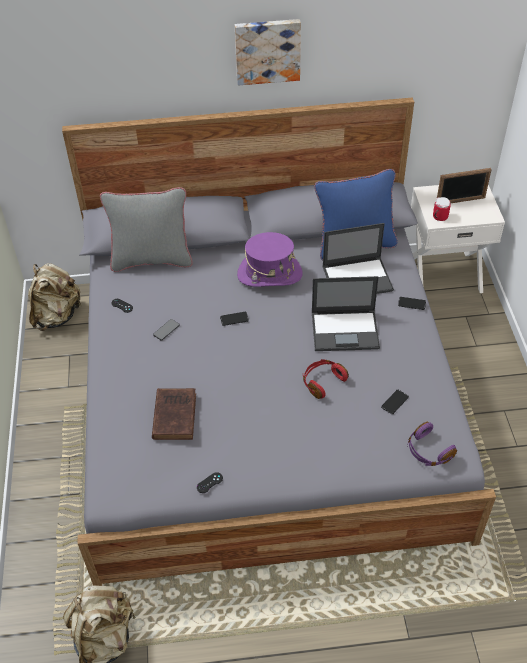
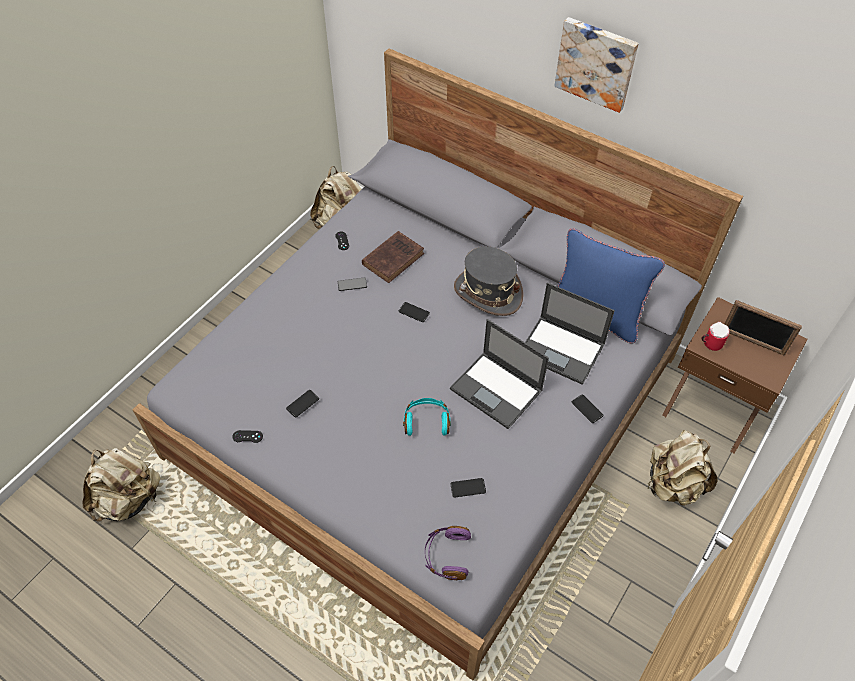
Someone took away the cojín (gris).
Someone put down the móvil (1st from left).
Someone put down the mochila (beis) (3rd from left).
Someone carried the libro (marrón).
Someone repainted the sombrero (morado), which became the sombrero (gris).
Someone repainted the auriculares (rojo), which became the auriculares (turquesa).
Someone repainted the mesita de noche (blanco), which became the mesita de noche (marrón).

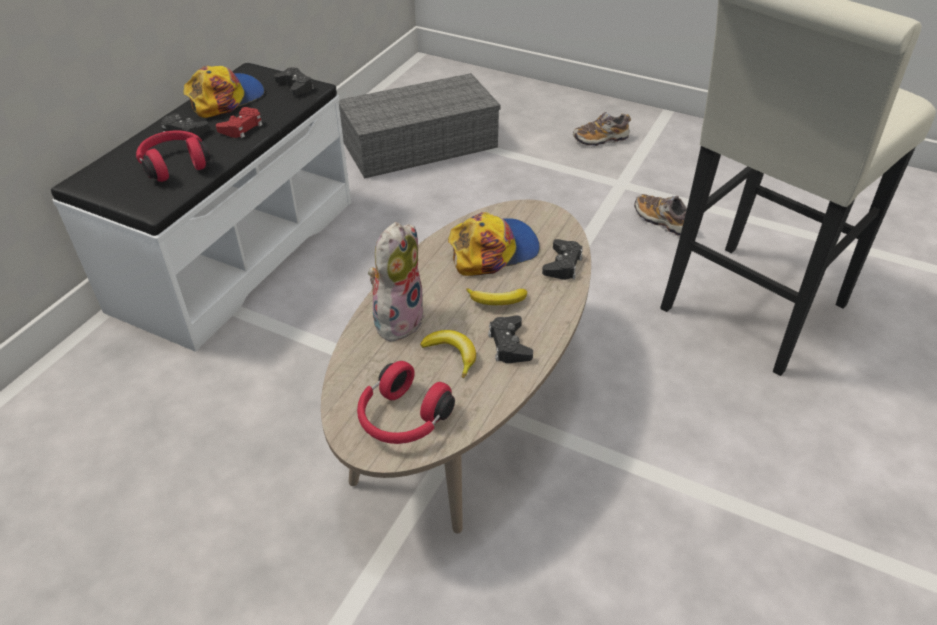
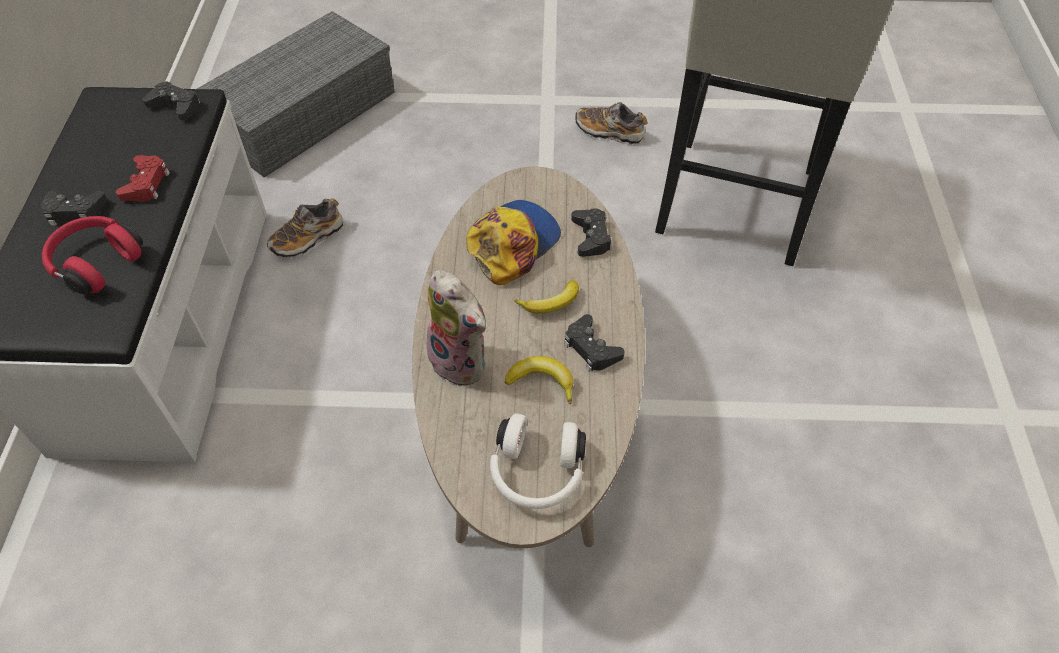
Someone took away the gorra (1st from left).
Someone carried the zapato (1st from left).
Someone repainted the auriculares (rojo) (2nd from left), which became the auriculares (blanco).
Someone rotated the peluche by 135 degrees clockwise.

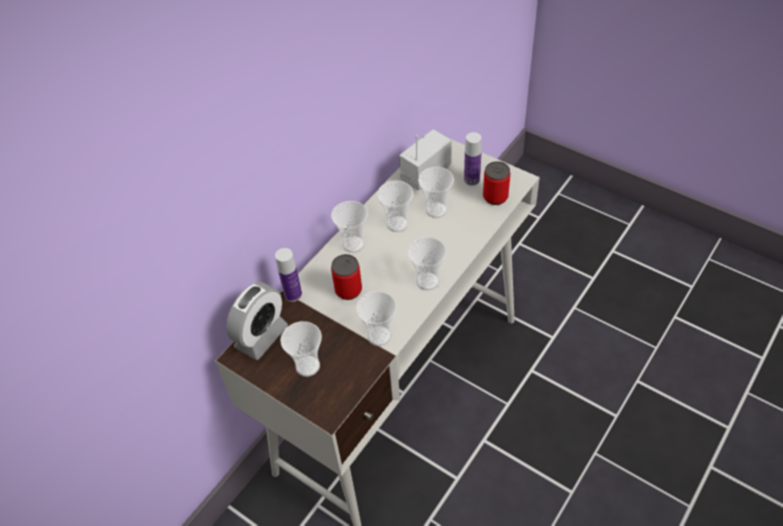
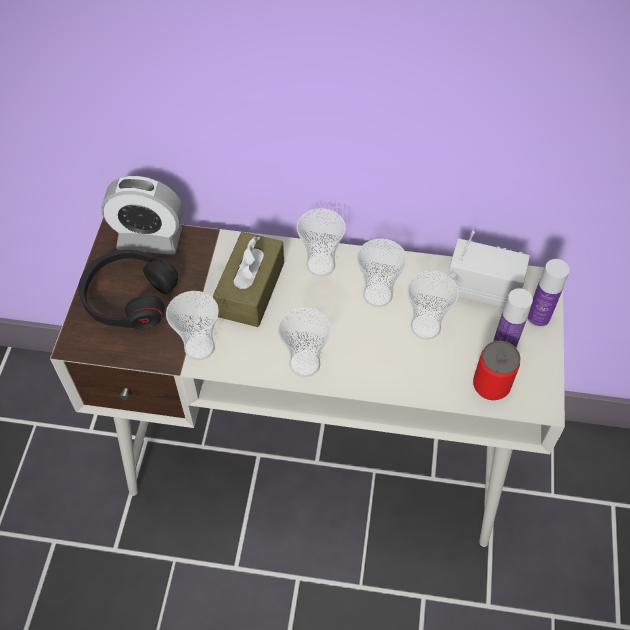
Someone carried the botella (1st from left in the first image).
Someone swapped the taza (1st from left) for the auriculares (negro).
Someone swapped the lata (1st from left) for the caja de pañuelos (marrón).

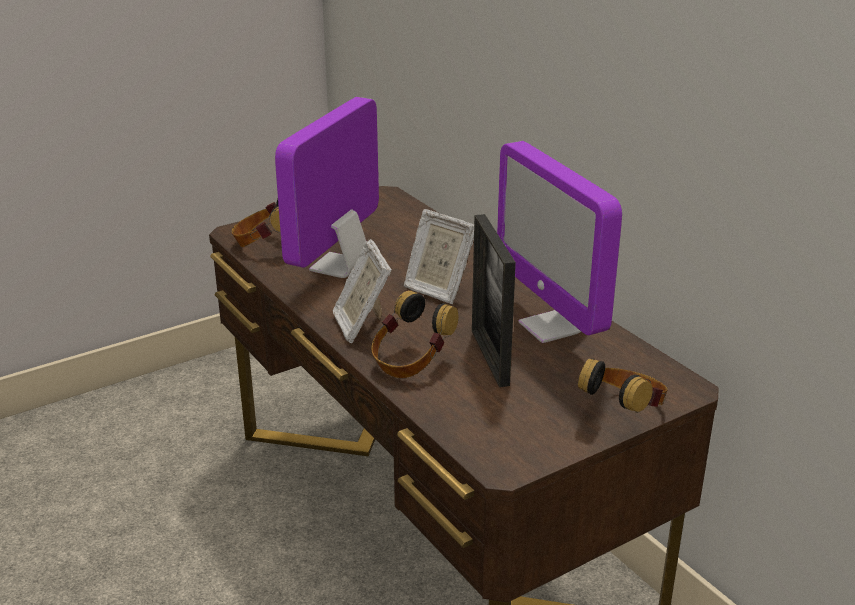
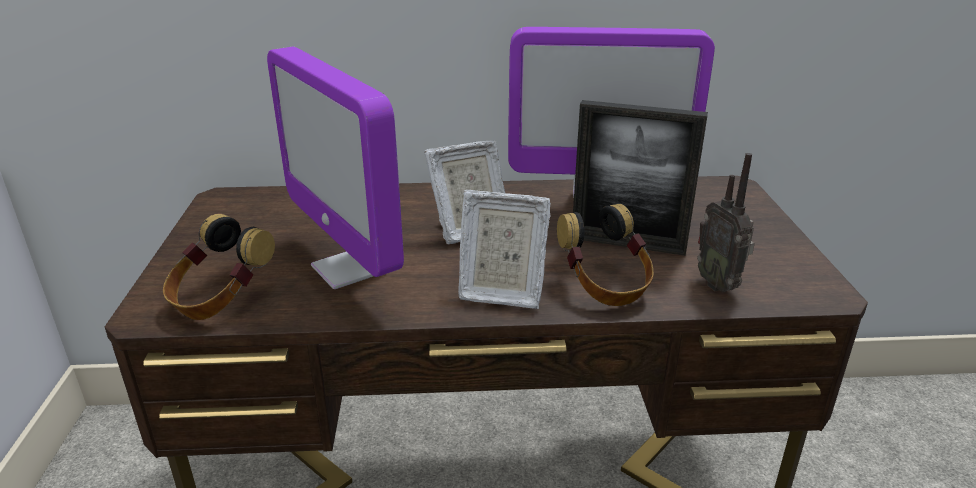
Someone took away the auriculares (3rd from left).
Someone put down the radio.

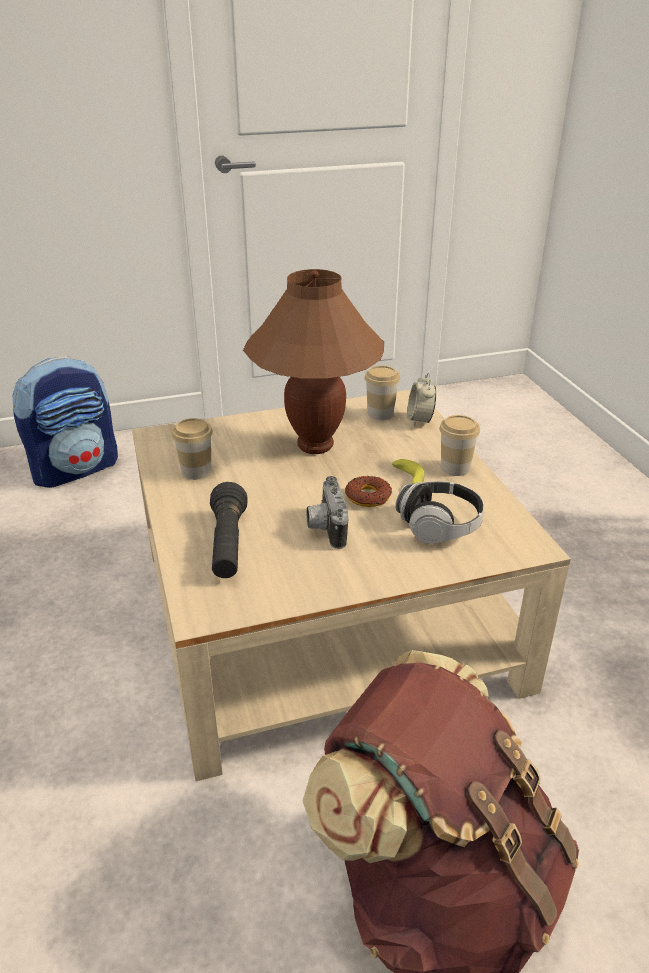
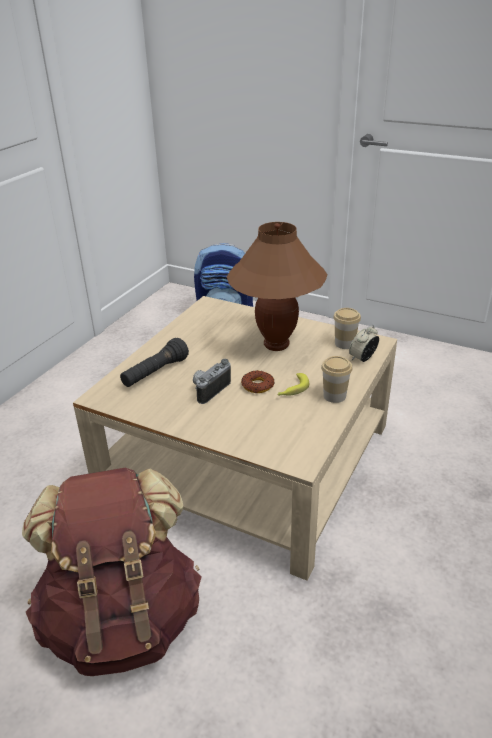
Someone took away the taza (1st from left).
Someone took away the auriculares.

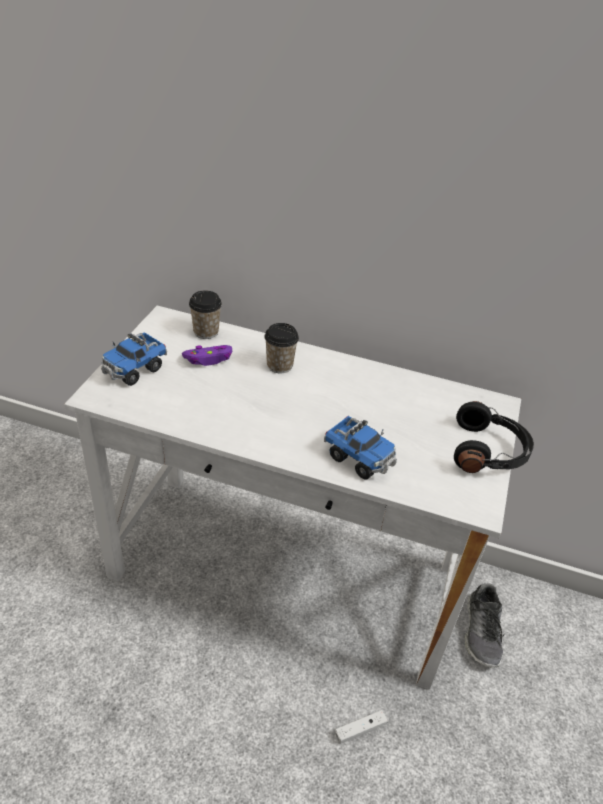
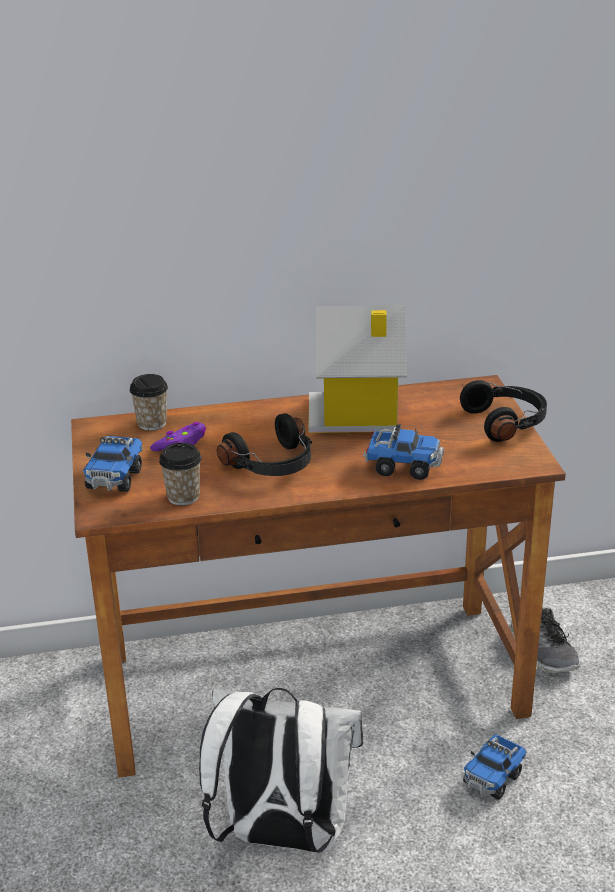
Someone put down the mochila (blanco).
Someone put down the auriculares (negro) (1st from left).
Someone put down the casita.
Someone carried the taza (2nd from left).
Someone swapped the mando de consola (blanco) for the camión de juguete (3rd from left).
Someone repainted the escritorio (blanco), which became the escritorio (marrón).

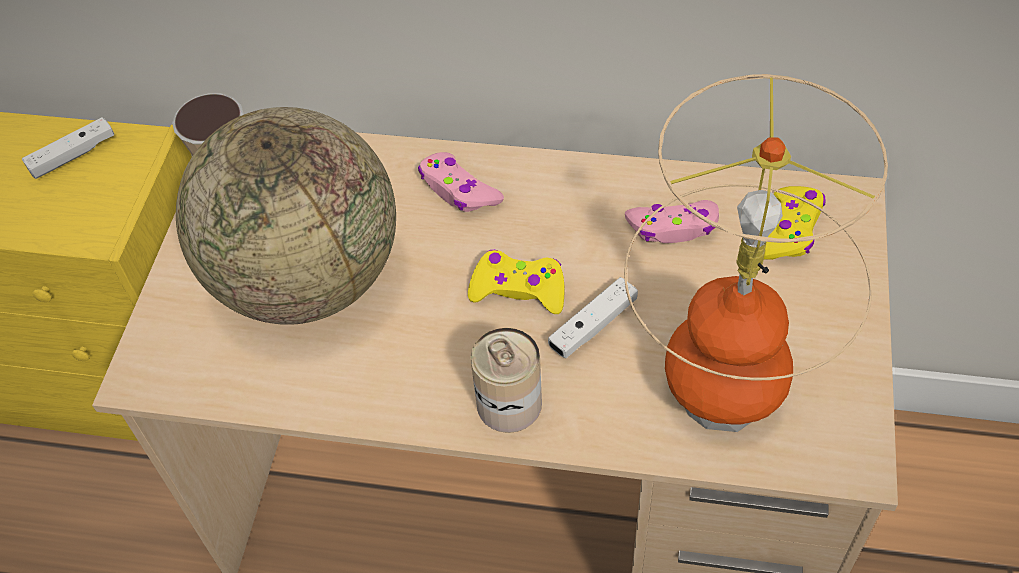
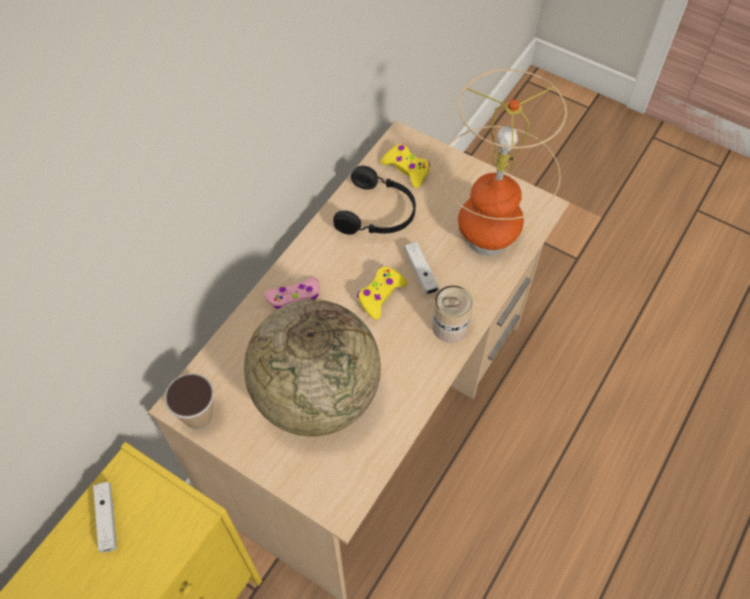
Someone swapped the mando de consola (rosa) (2nd from left) for the auriculares (negro).

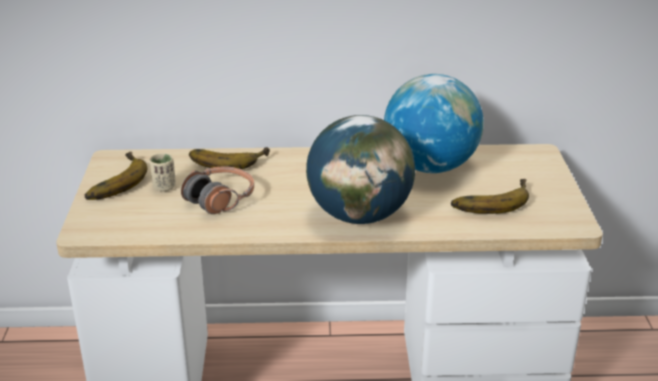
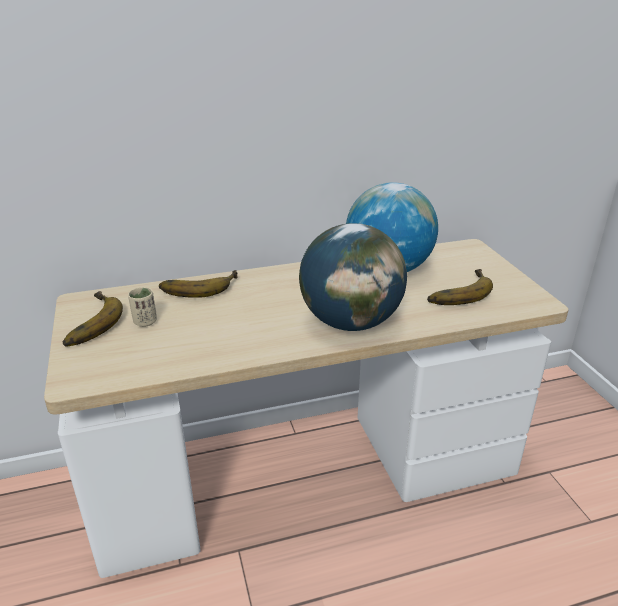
Someone took away the auriculares.

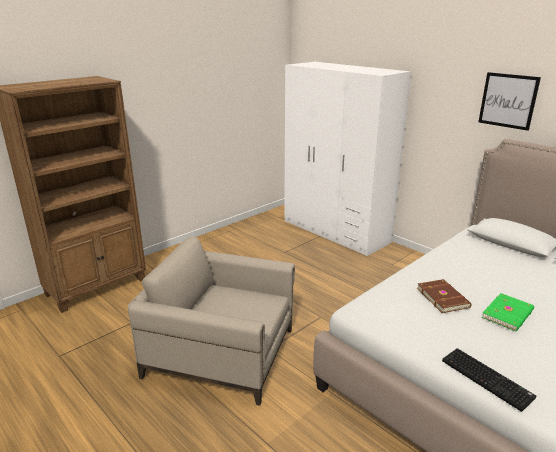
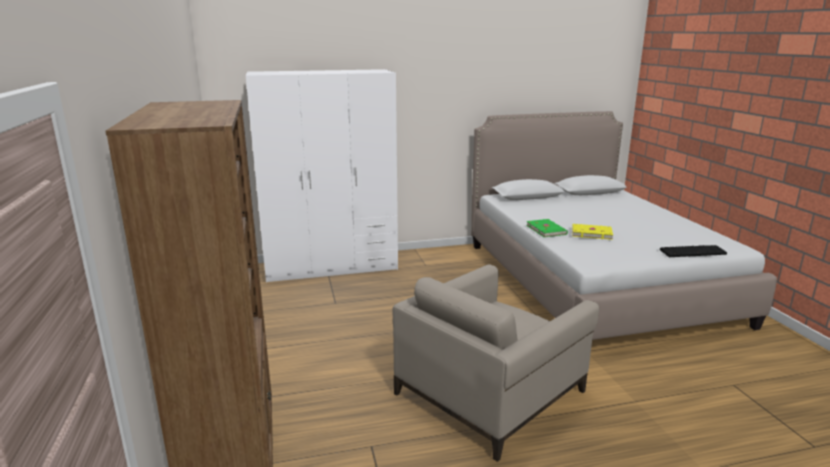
Someone took away the cuadro.
Someone carried the libro (verde).
Someone repainted the libro (marrón), which became the libro (amarillo).

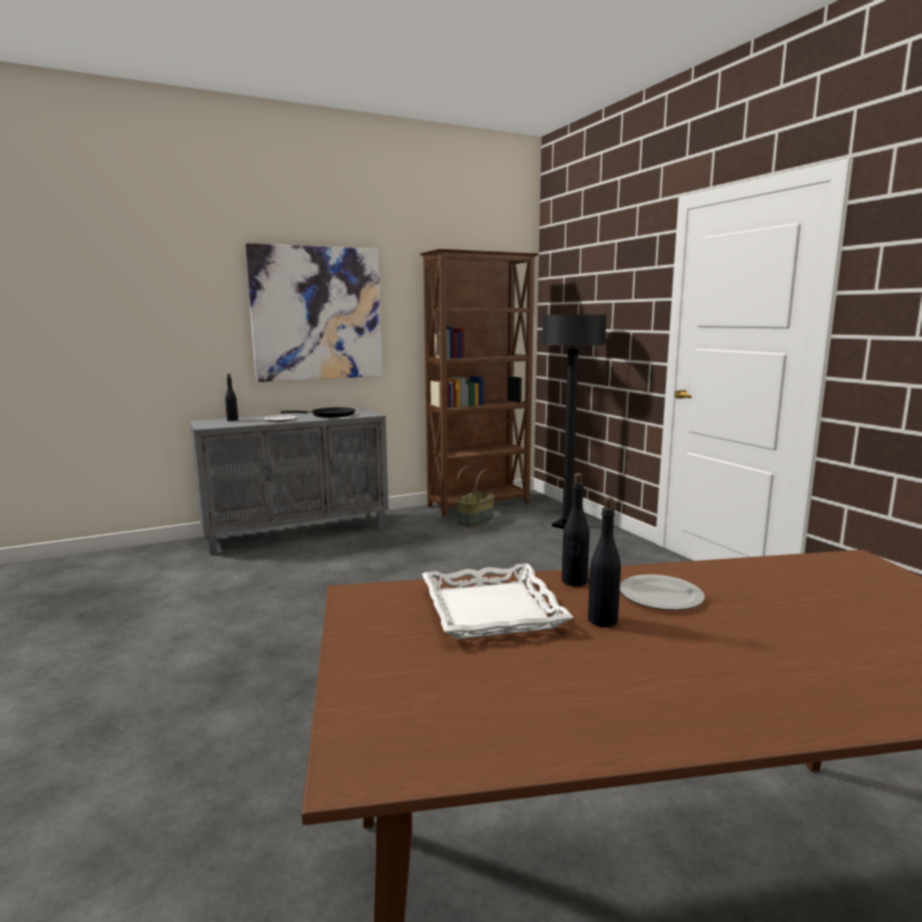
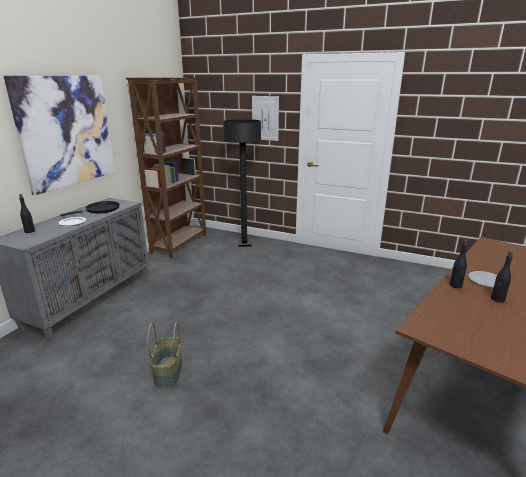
Someone took away the bandeja (blanco).
Someone put up the cuadro (2nd from left).
Someone carried the cesta.

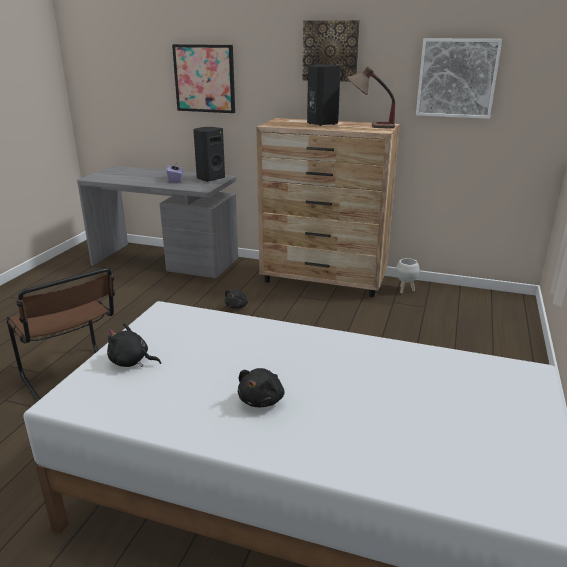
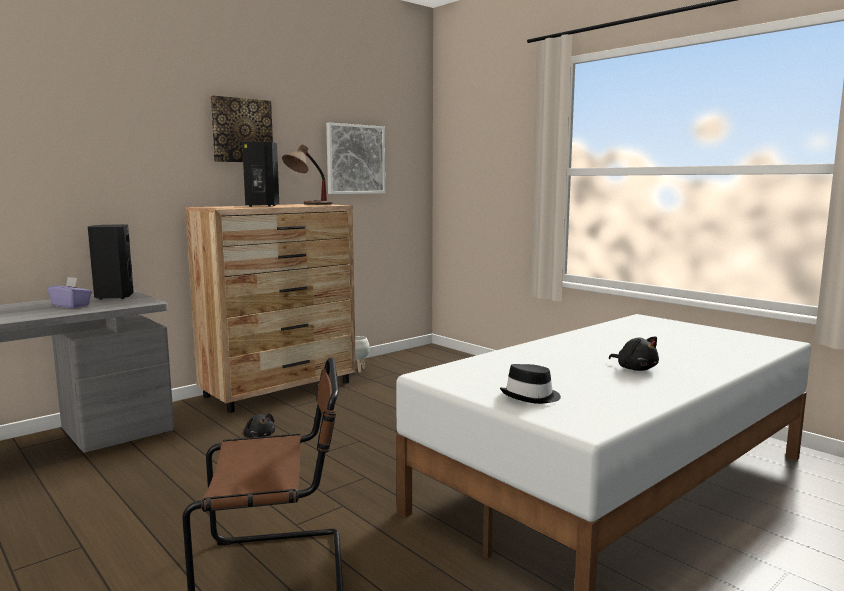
Someone took away the cuadro (1st from left).
Someone swapped the peluche (negro) (1st from left) for the sombrero (negro).

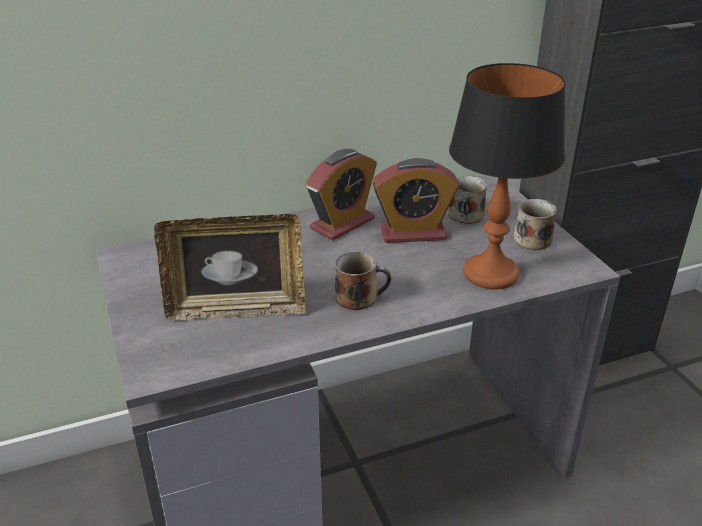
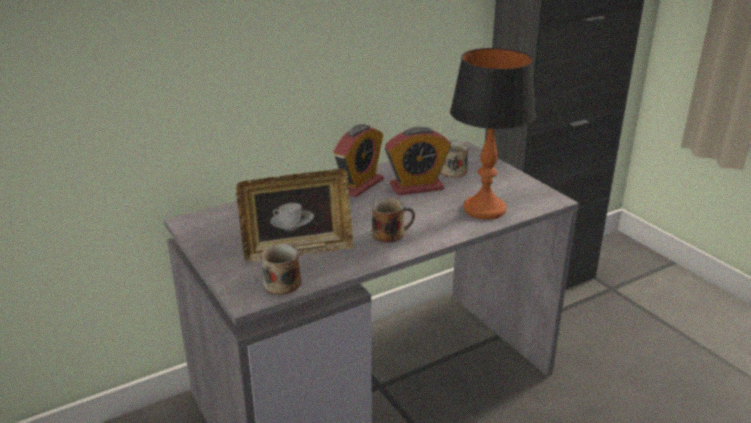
Someone carried the taza grande (3rd from left in the first image).

